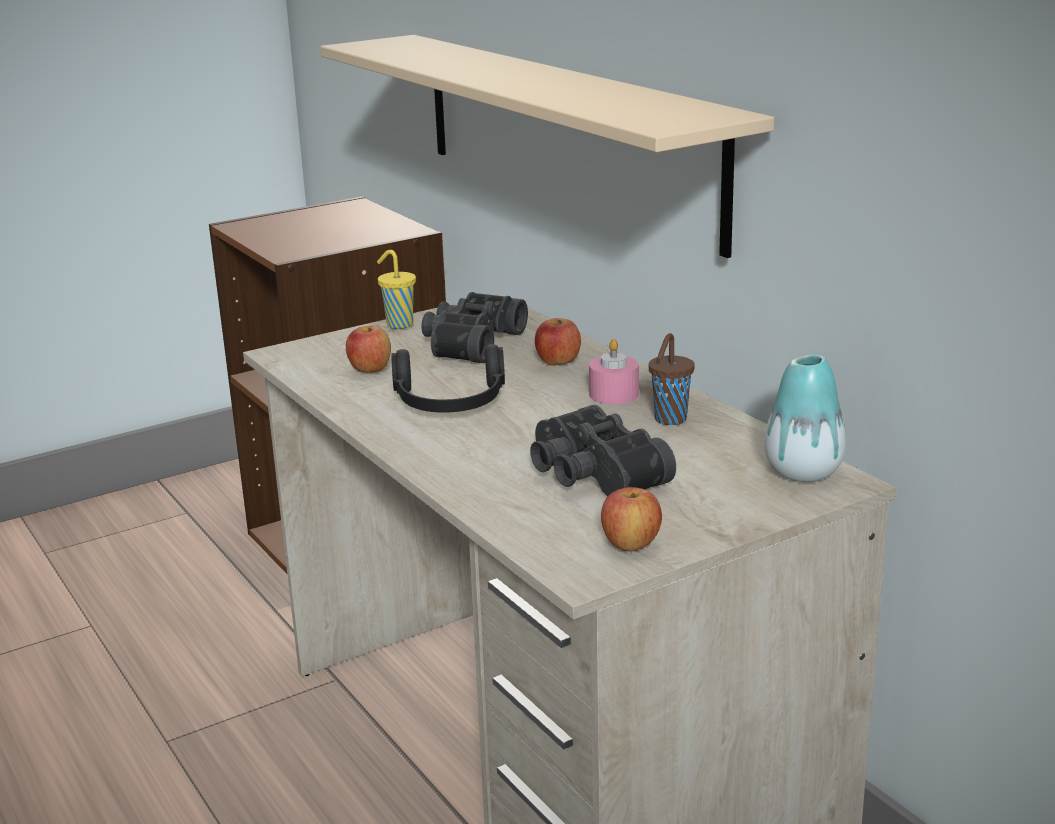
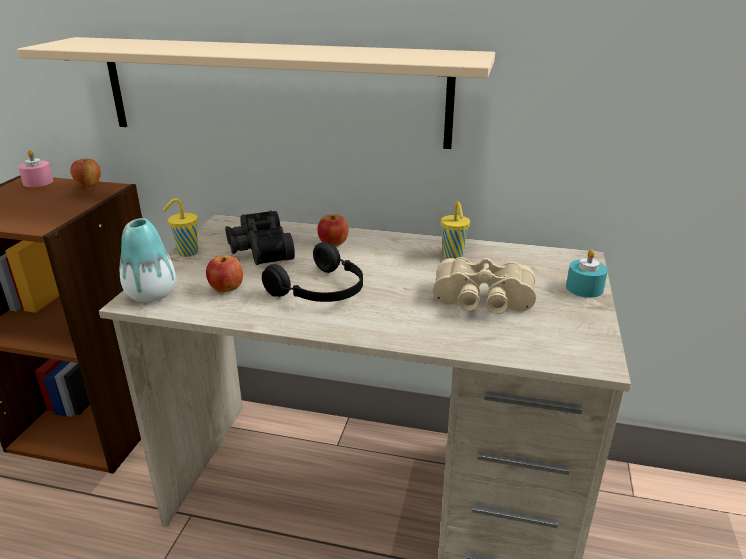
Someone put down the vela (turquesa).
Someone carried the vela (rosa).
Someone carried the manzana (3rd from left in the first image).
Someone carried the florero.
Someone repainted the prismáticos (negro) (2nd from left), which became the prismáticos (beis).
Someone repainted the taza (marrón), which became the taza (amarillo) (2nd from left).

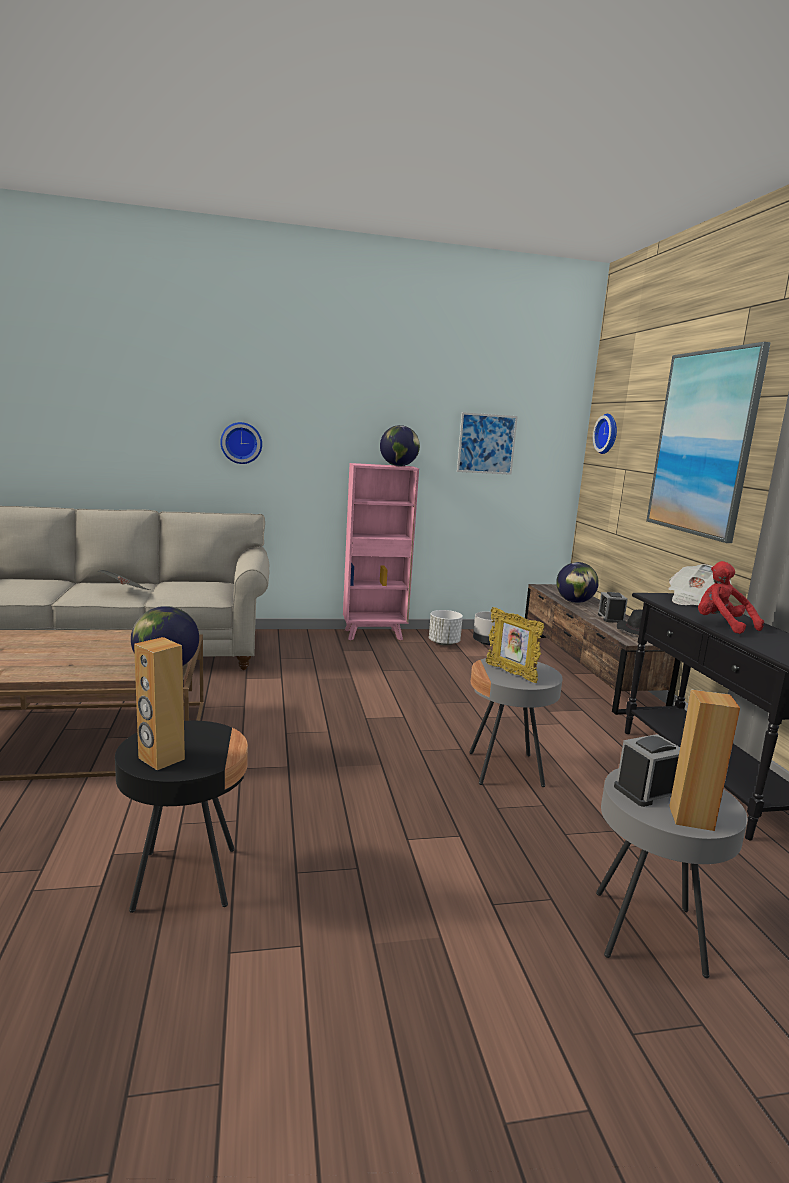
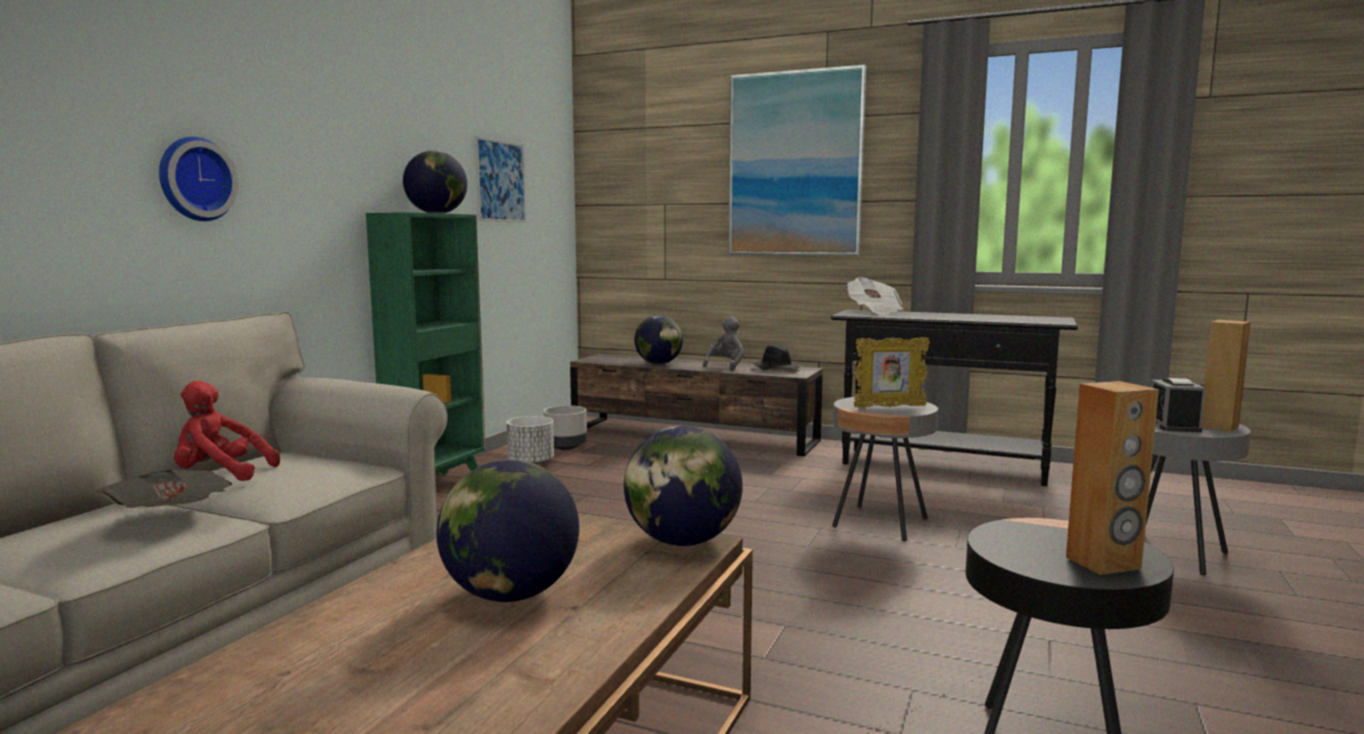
Someone took away the reloj de pared (2nd from left).
Someone put down the globo terráqueo (2nd from left).
Someone carried the peluche (rojo).
Someone swapped the despertador (1st from left) for the peluche (gris).
Someone repainted the estantería (rosa), which became the estantería (verde).

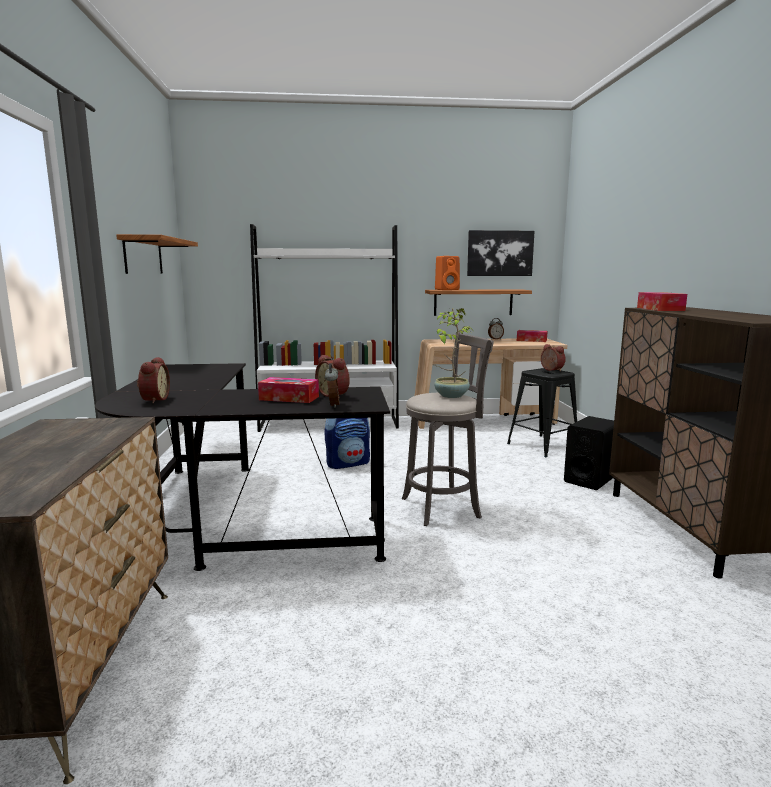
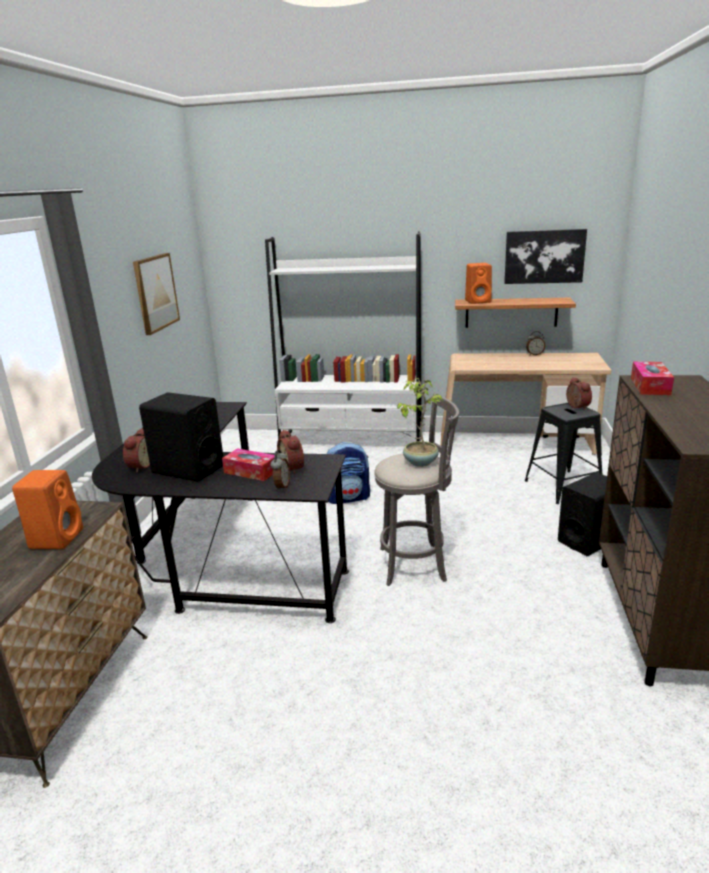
Someone took away the caja de pañuelos (2nd from left).
Someone put down the altavoz (naranja) (1st from left).
Someone put down the altavoz (negro) (1st from left).
Someone swapped the estante (1st from left) for the cuadro (1st from left).

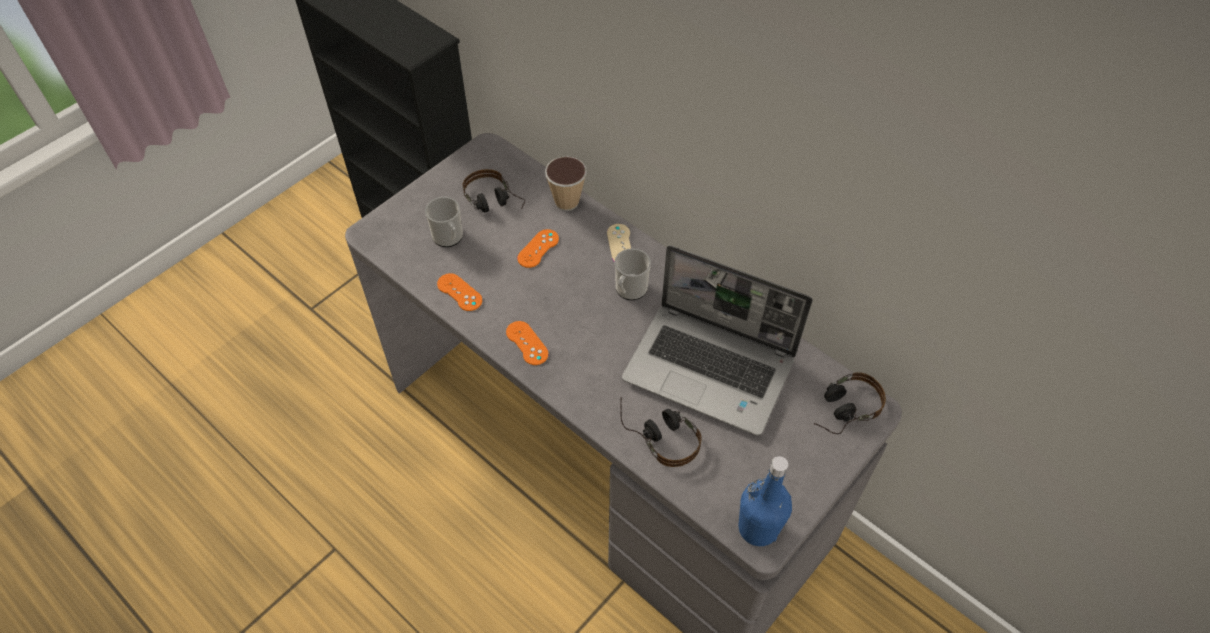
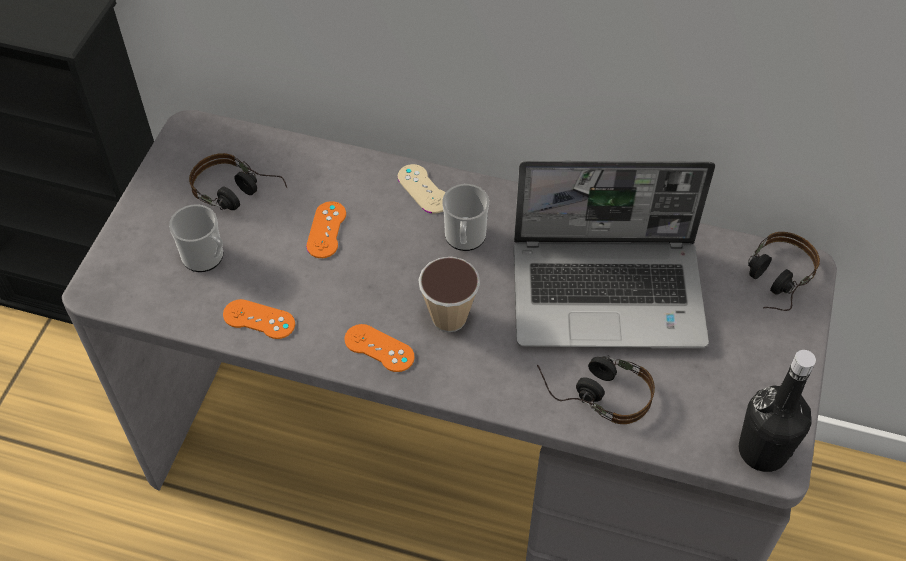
Someone carried the taza.
Someone repainted the botella (azul), which became the botella (negro).

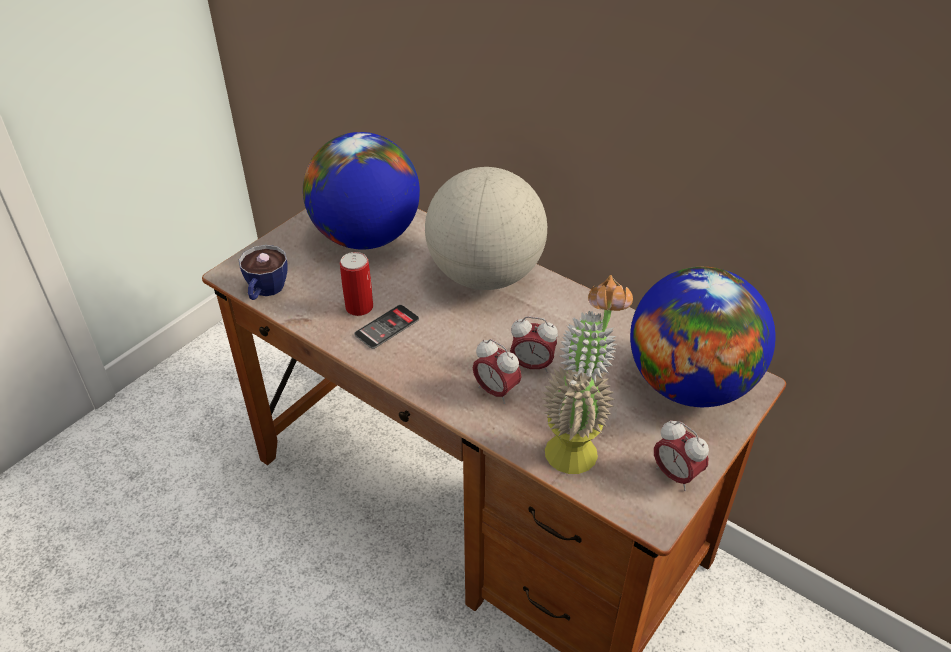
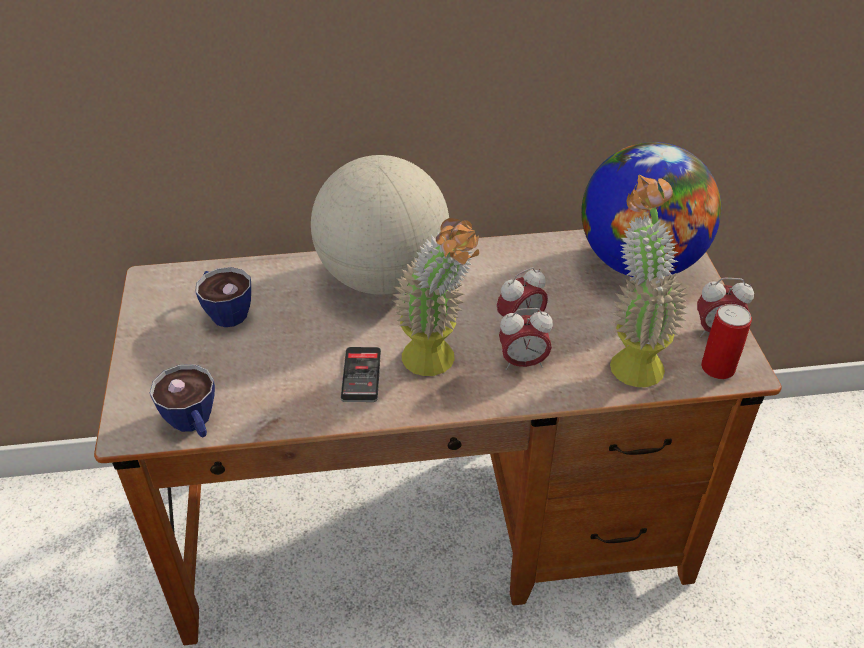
Someone put down the planta en maceta (1st from left).
Someone carried the lata.
Someone swapped the globo terráqueo (1st from left) for the taza (2nd from left).

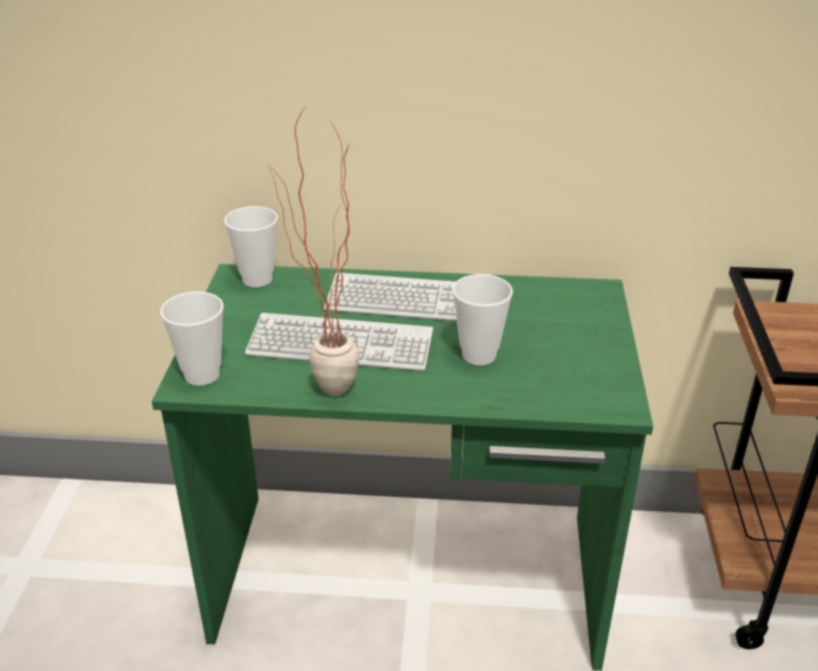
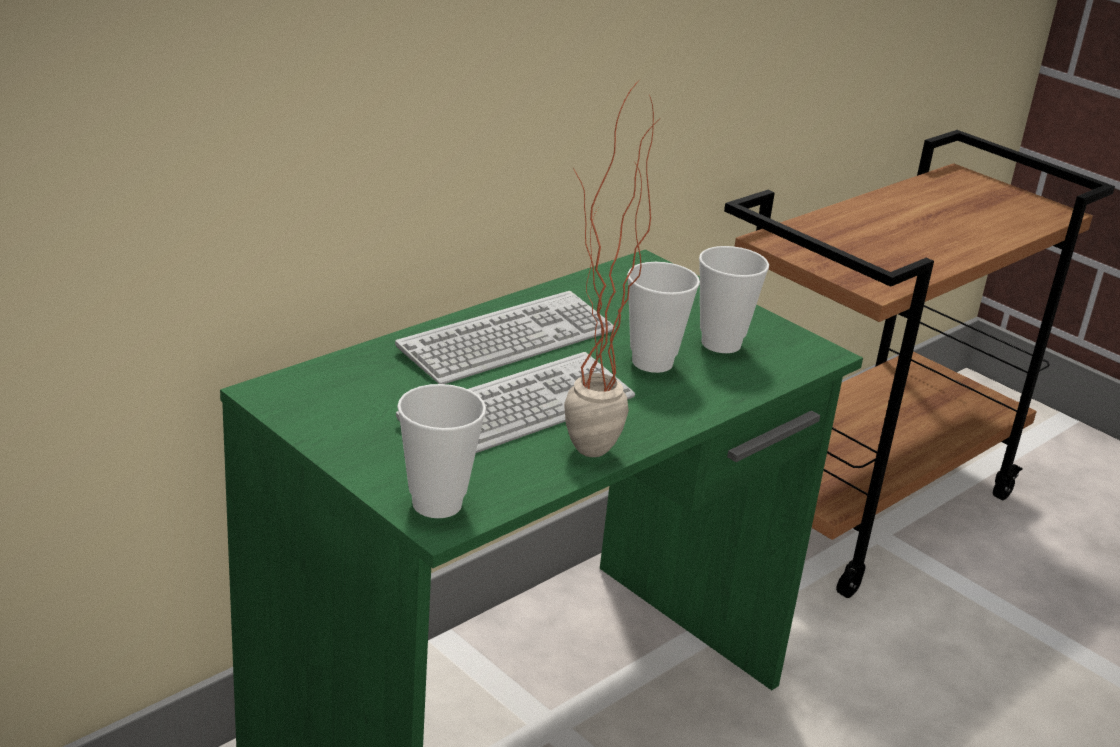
Someone carried the taza (2nd from left in the first image).

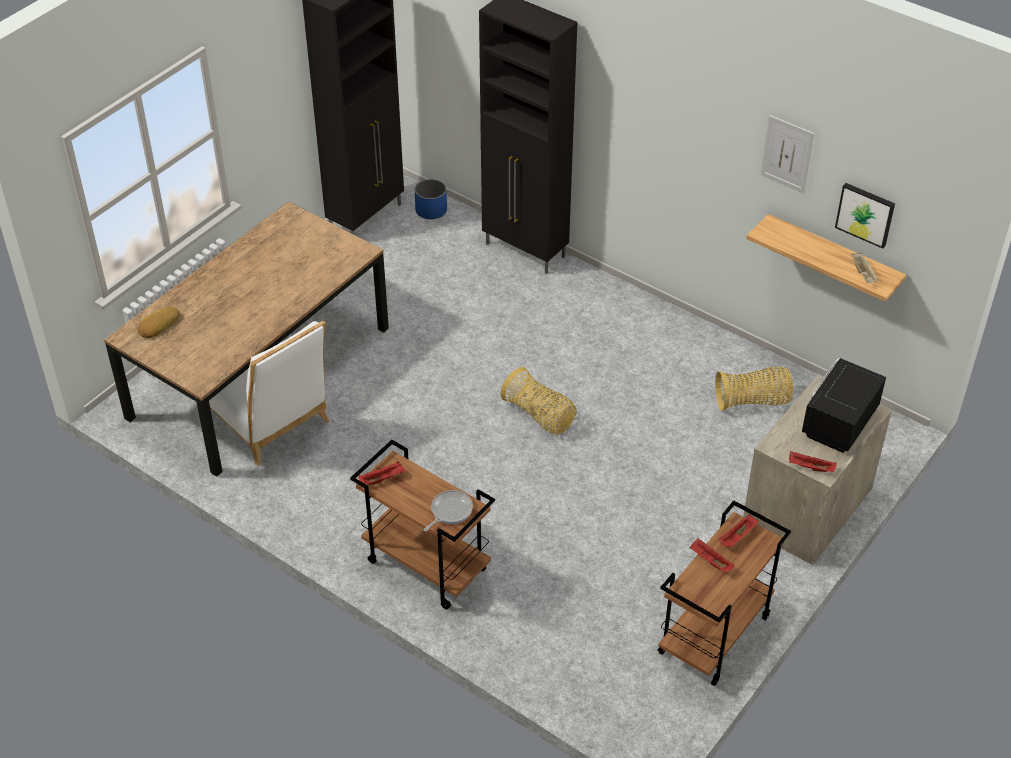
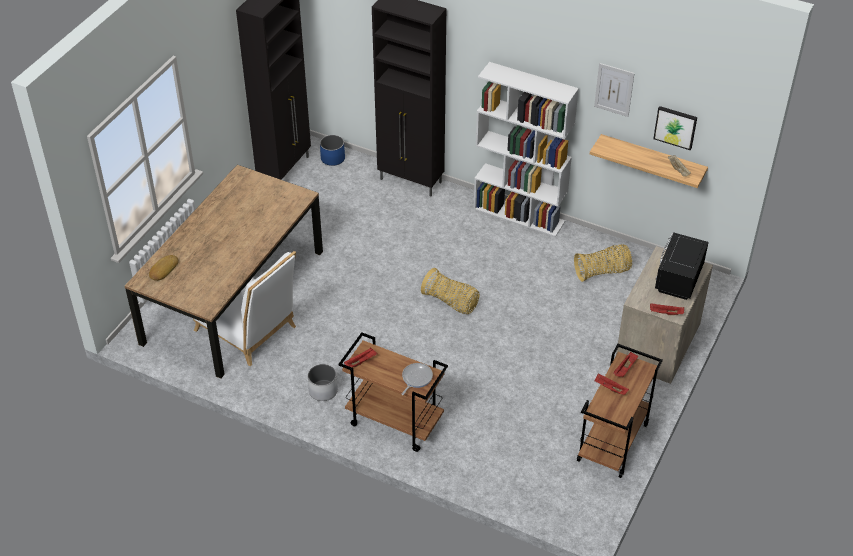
Someone put down the maceta (blanco).
Someone put down the estantería (blanco).

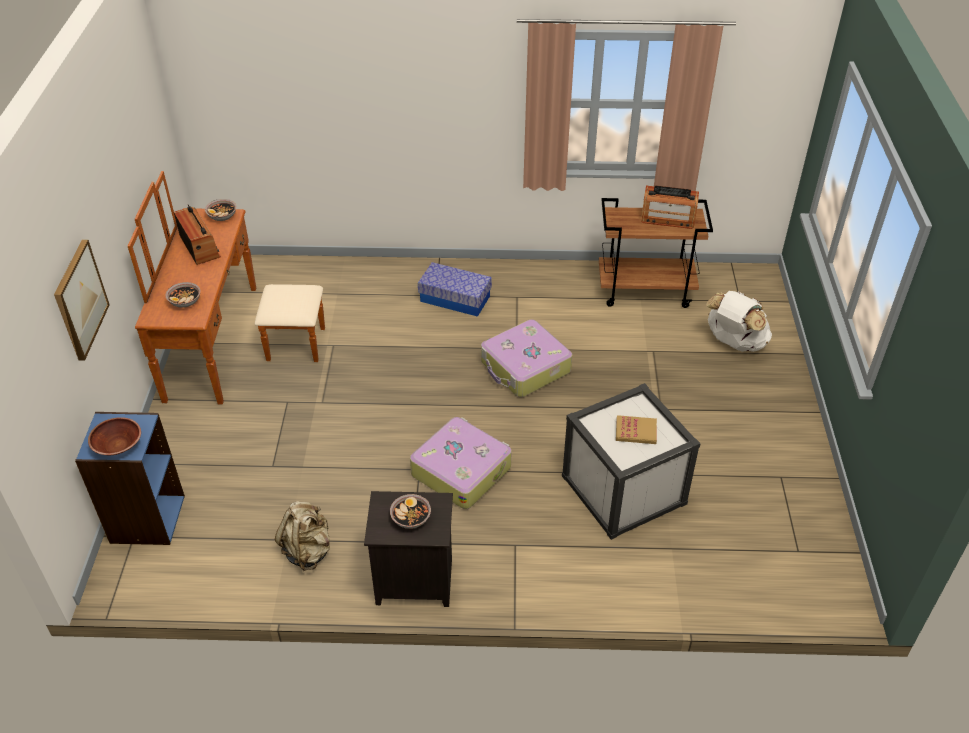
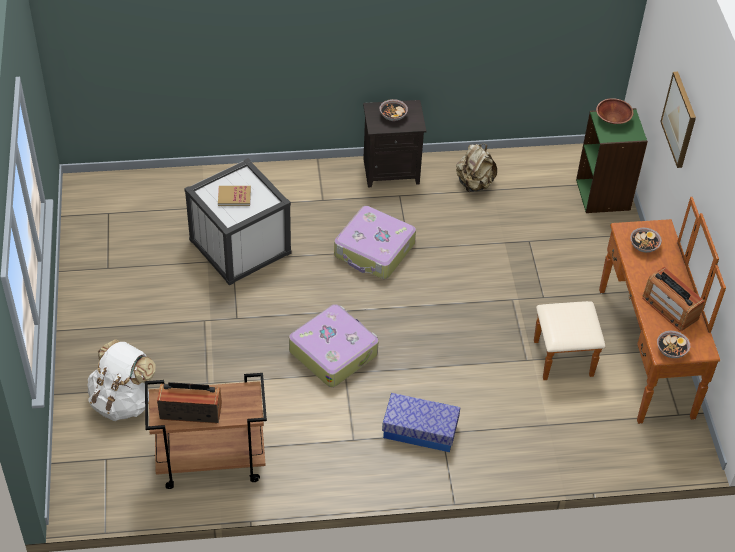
Someone repainted the estantería (azul), which became the estantería (verde).

